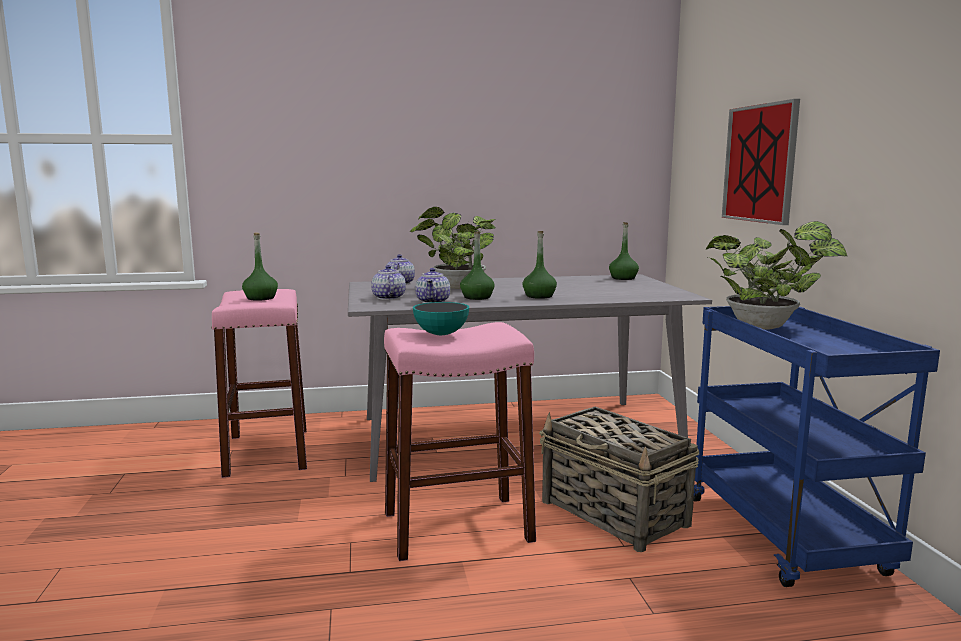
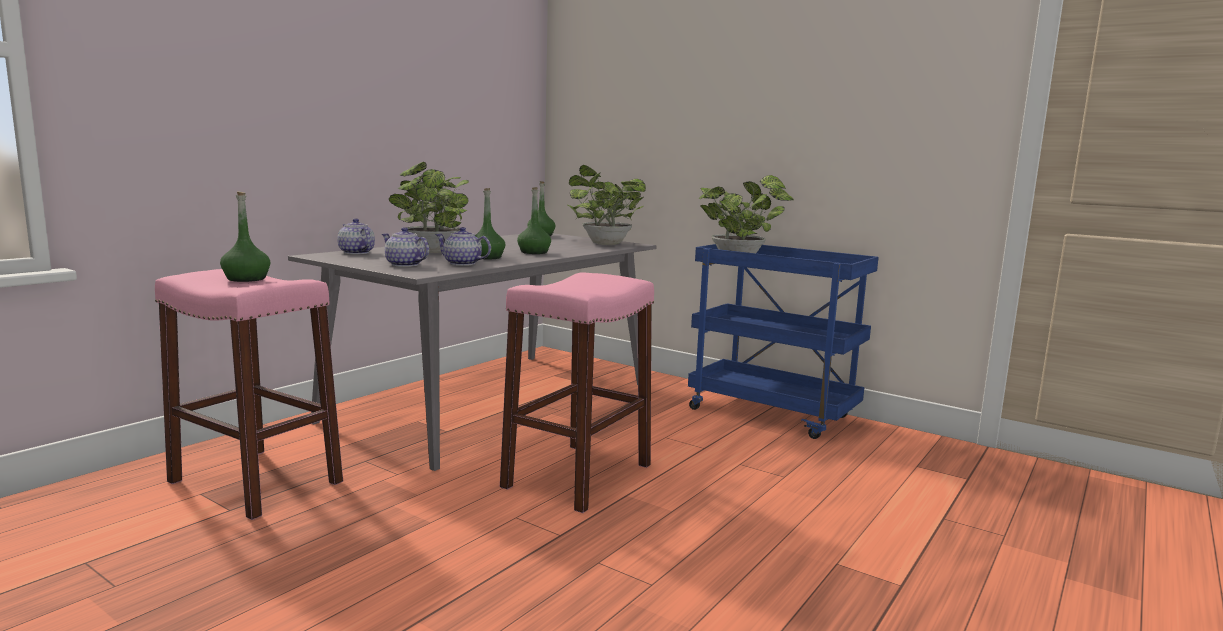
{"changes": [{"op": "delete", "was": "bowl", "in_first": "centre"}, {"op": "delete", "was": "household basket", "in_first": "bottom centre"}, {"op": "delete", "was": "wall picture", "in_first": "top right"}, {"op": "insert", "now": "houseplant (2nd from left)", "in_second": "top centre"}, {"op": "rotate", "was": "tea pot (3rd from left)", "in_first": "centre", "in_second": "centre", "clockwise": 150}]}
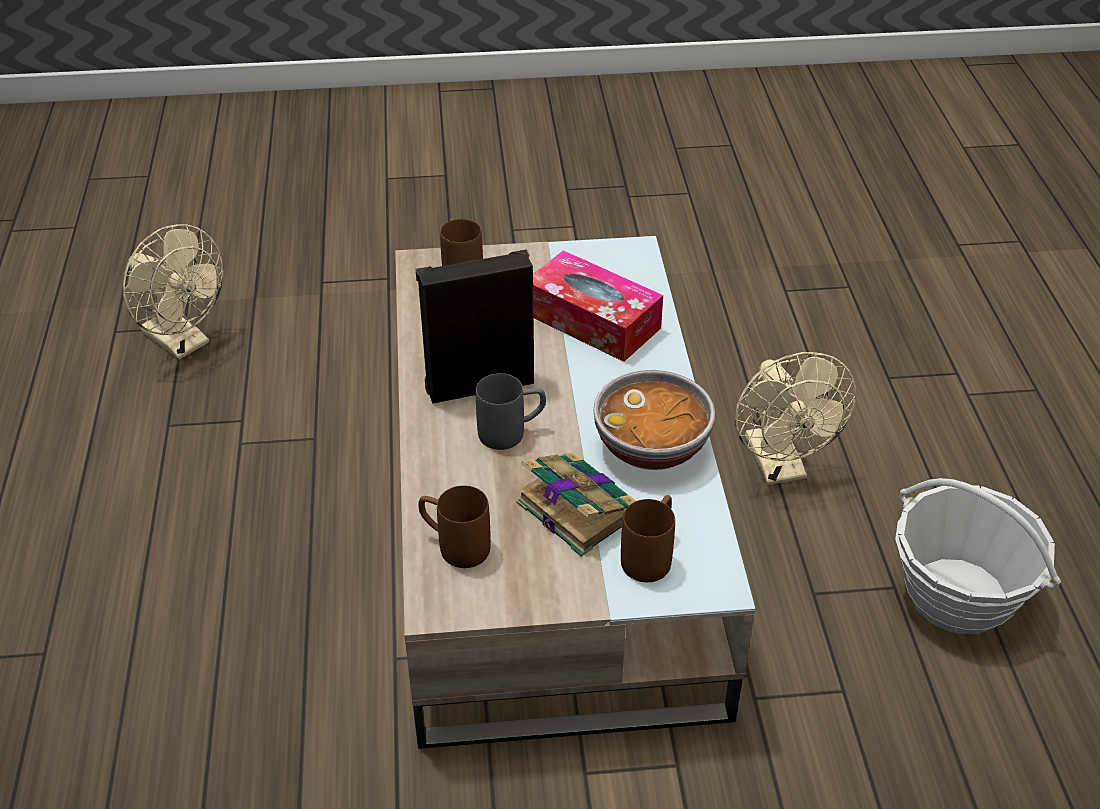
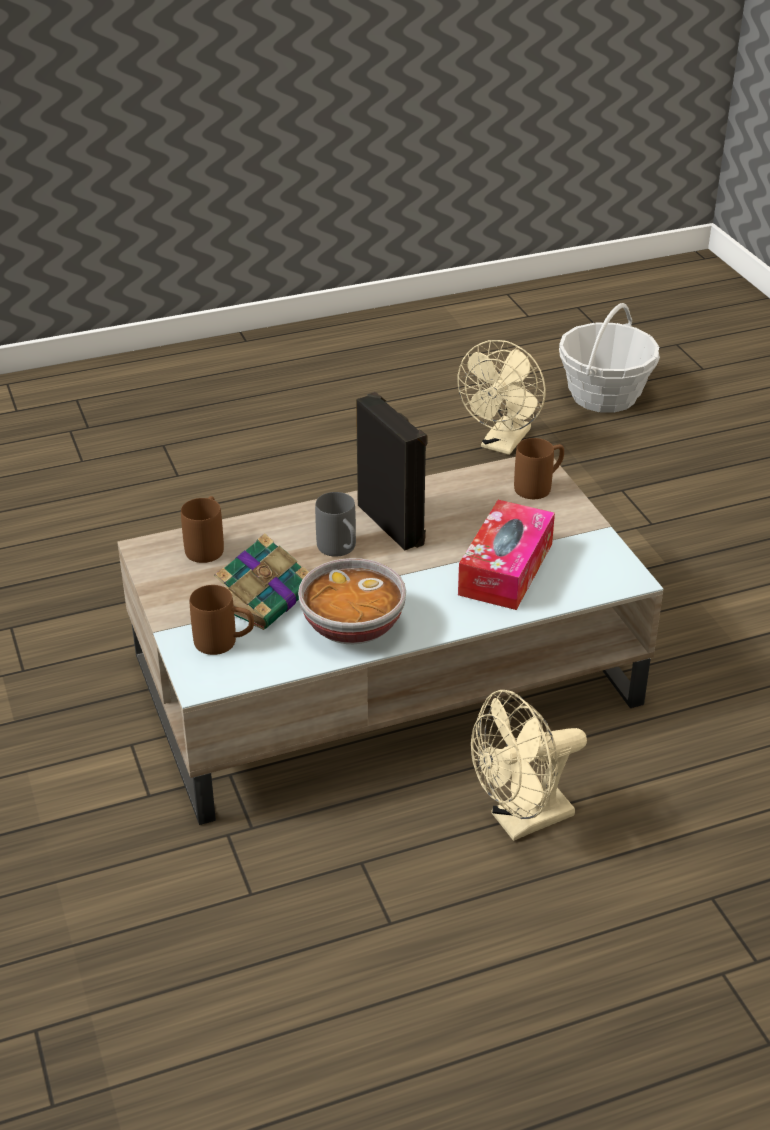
{"changes": [{"op": "move", "was": "household basket", "in_first": "bottom right", "in_second": "top right"}]}
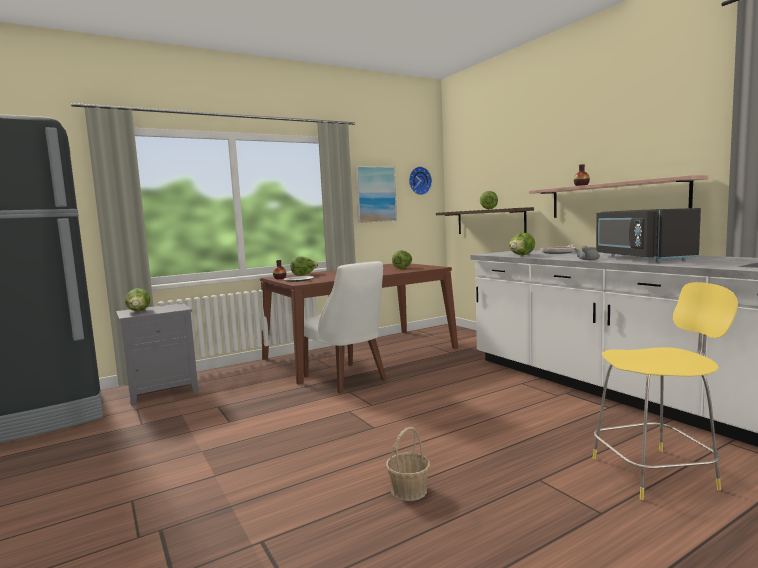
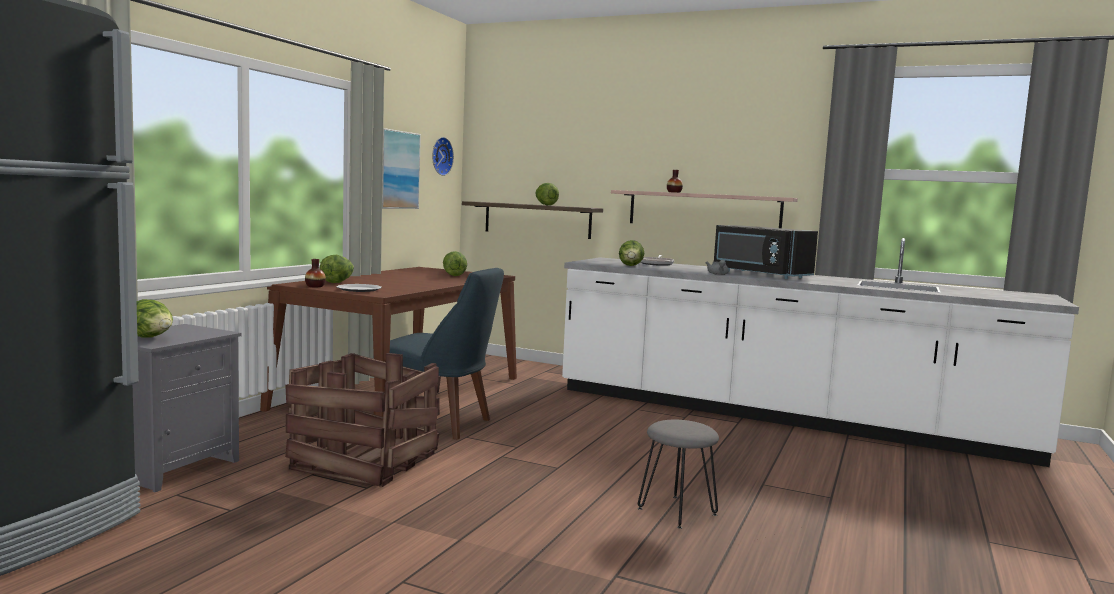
{"changes": [{"op": "delete", "was": "yellow stool", "in_first": "bottom right"}, {"op": "insert", "now": "shipping crate", "in_second": "bottom left"}, {"op": "replace", "was": "household basket", "now": "gray stool", "in_first": "bottom centre", "in_second": "bottom centre"}, {"op": "recolor", "was": "whitish upright chair", "now": "blue upright chair", "in_first": "centre", "in_second": "centre"}]}
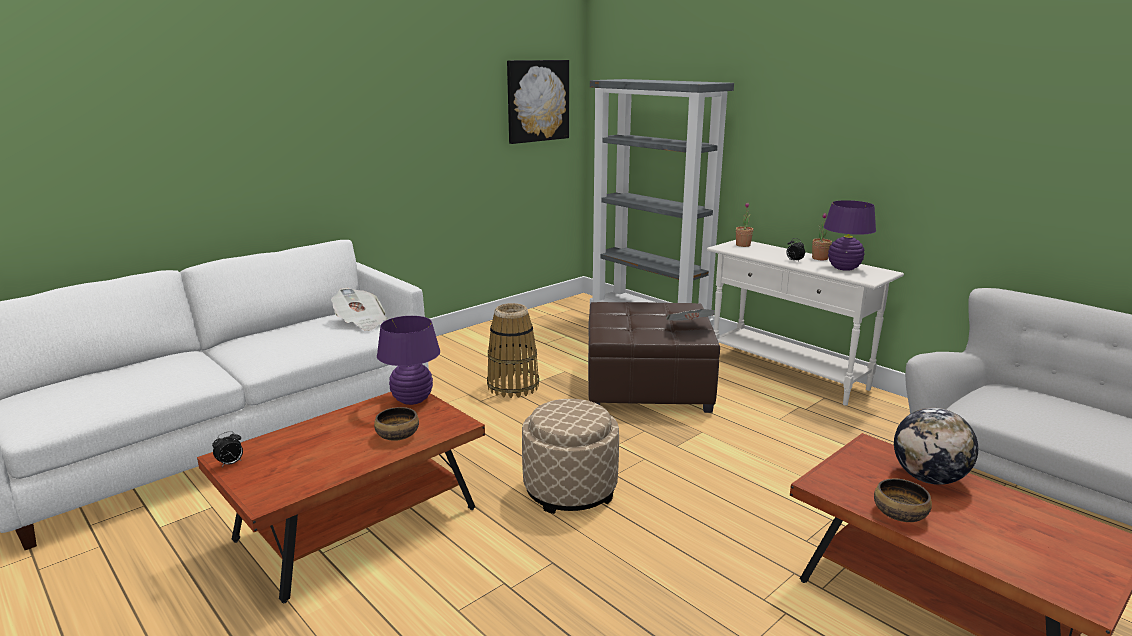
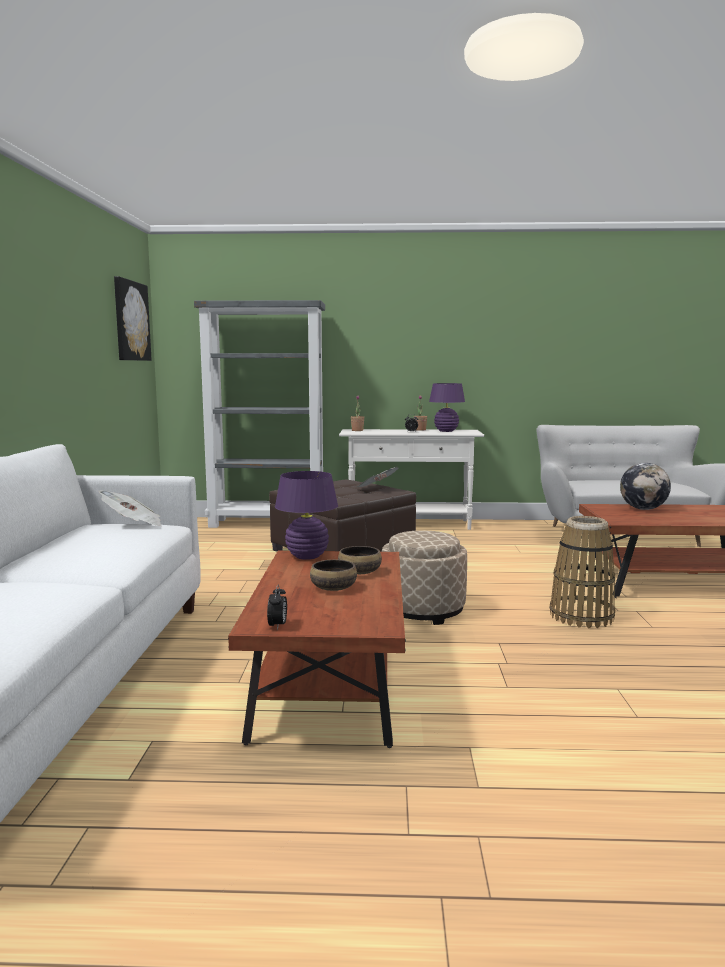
{"changes": [{"op": "move", "was": "household basket", "in_first": "centre", "in_second": "middle right"}, {"op": "move", "was": "bowl (2nd from left in the first image)", "now": "bowl (1st from left)", "in_first": "bottom right", "in_second": "centre"}]}
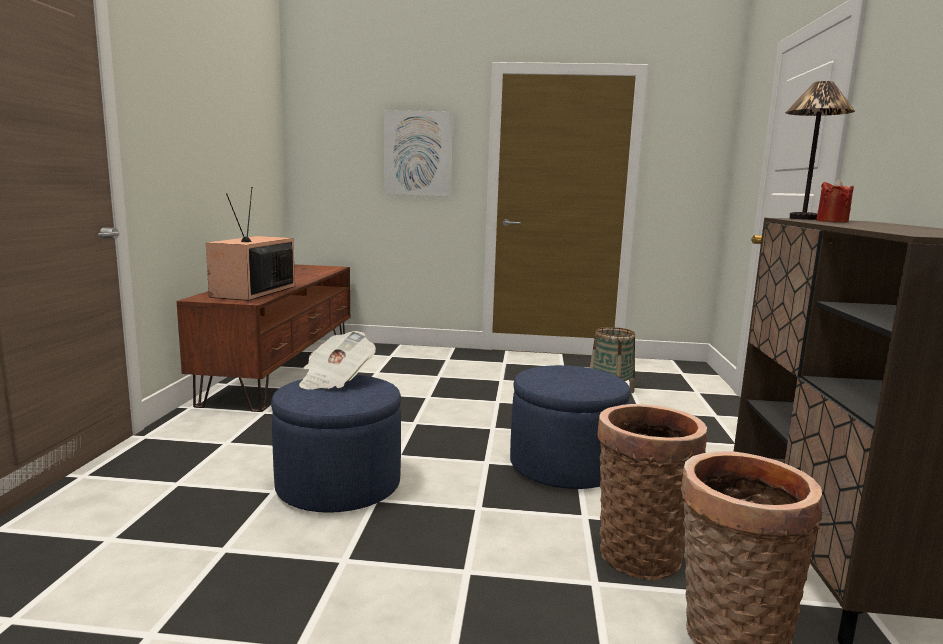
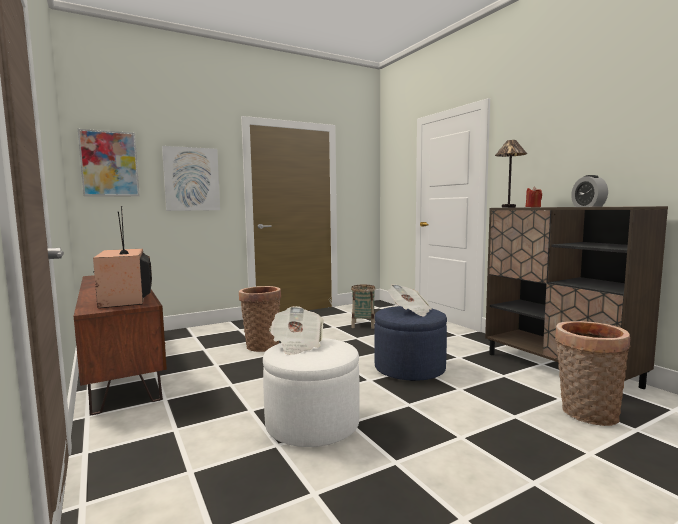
{"changes": [{"op": "insert", "now": "wall picture (1st from left)", "in_second": "top left"}, {"op": "insert", "now": "daily paper (2nd from left)", "in_second": "centre"}, {"op": "insert", "now": "bedside clock", "in_second": "middle right"}, {"op": "move", "was": "household basket (2nd from left in the first image)", "now": "household basket (1st from left)", "in_first": "bottom right", "in_second": "centre"}, {"op": "recolor", "was": "blue footrest (1st from left)", "now": "whitish footrest", "in_first": "bottom centre", "in_second": "bottom centre"}]}
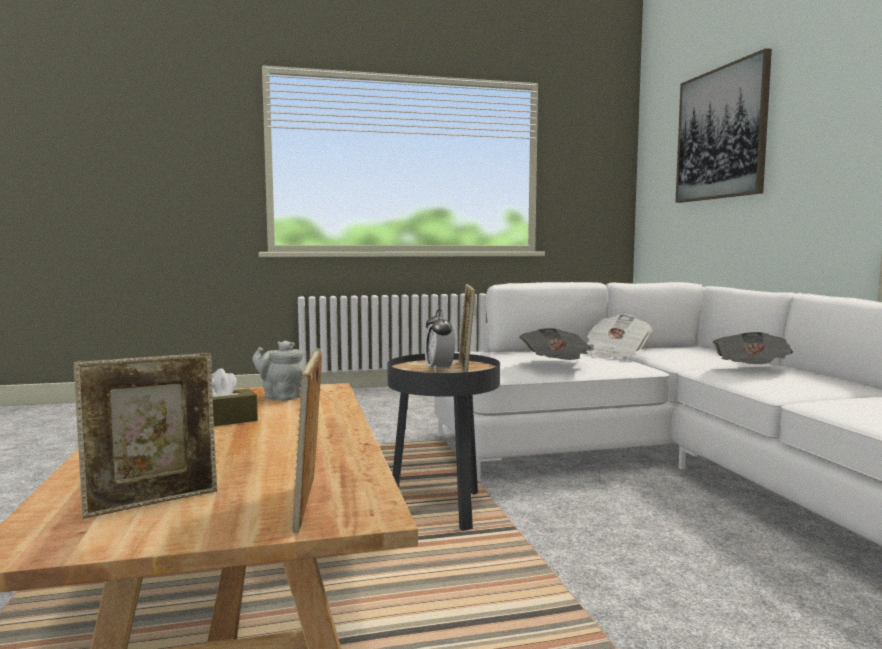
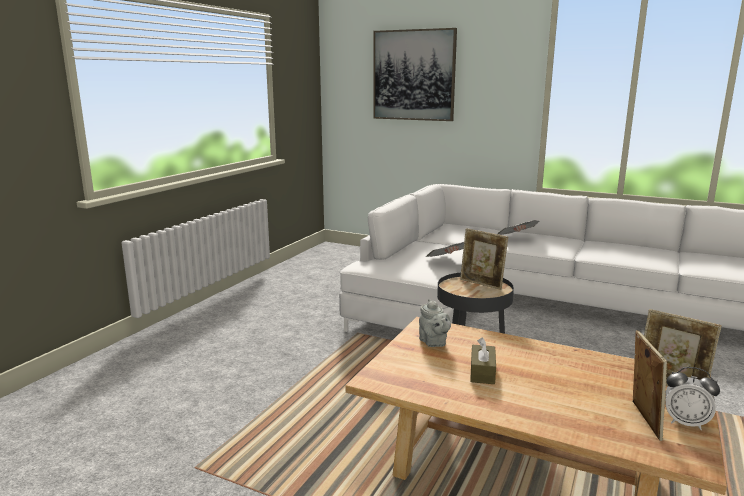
{"changes": [{"op": "delete", "was": "daily paper (2nd from left)", "in_first": "middle right"}, {"op": "move", "was": "bedside clock", "in_first": "centre", "in_second": "bottom right"}, {"op": "rotate", "was": "gray tea pot", "in_first": "middle left", "in_second": "centre", "clockwise": -90}]}
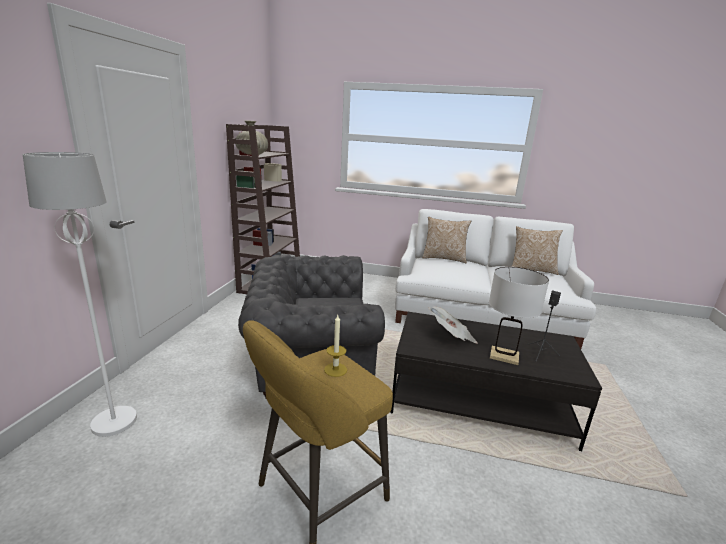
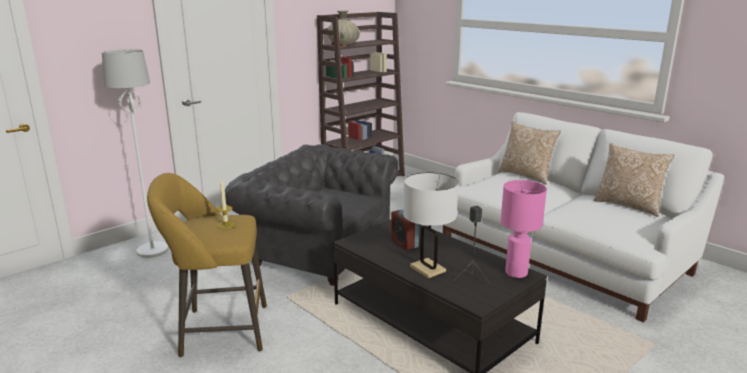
{"changes": [{"op": "insert", "now": "pink table lamp", "in_second": "middle right"}, {"op": "replace", "was": "daily paper", "now": "bedside clock", "in_first": "centre", "in_second": "centre"}]}
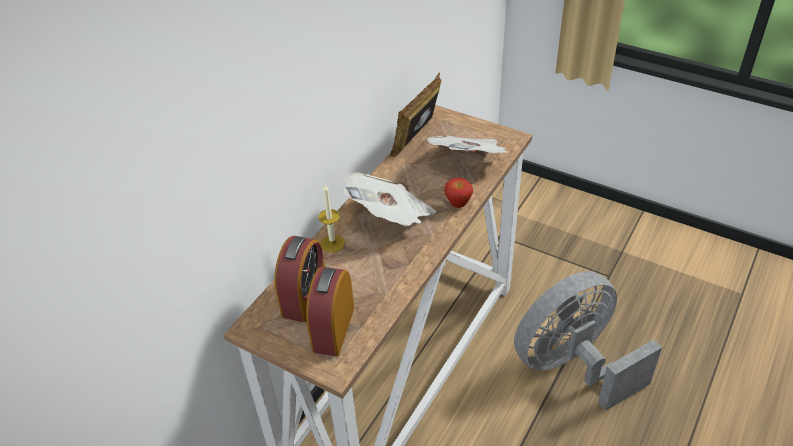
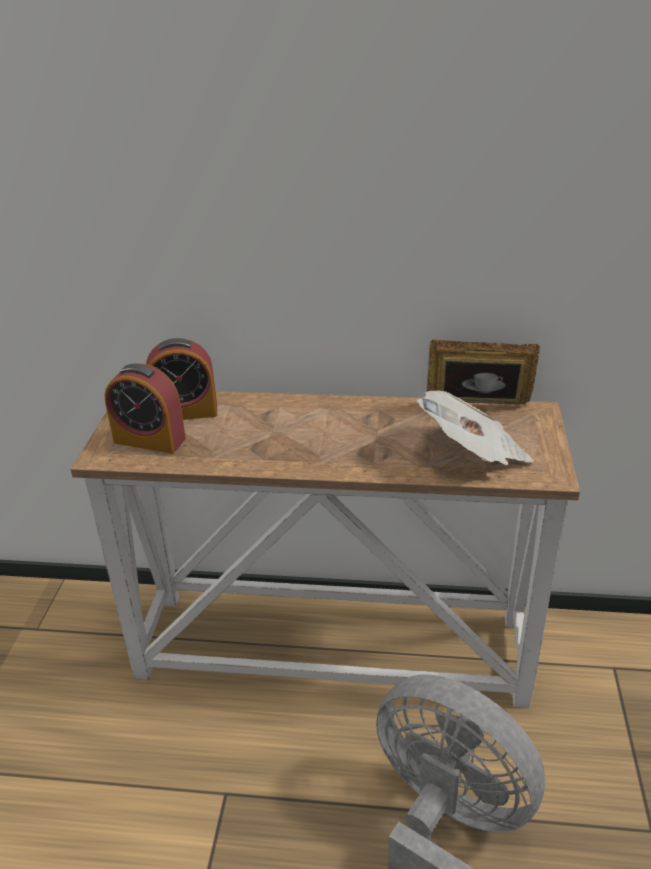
{"changes": [{"op": "delete", "was": "wax light", "in_first": "centre"}, {"op": "delete", "was": "daily paper (1st from left)", "in_first": "centre"}, {"op": "delete", "was": "apple", "in_first": "centre"}, {"op": "rotate", "was": "bedside clock (2nd from left in the first image)", "in_first": "bottom centre", "in_second": "middle left", "clockwise": -150}]}
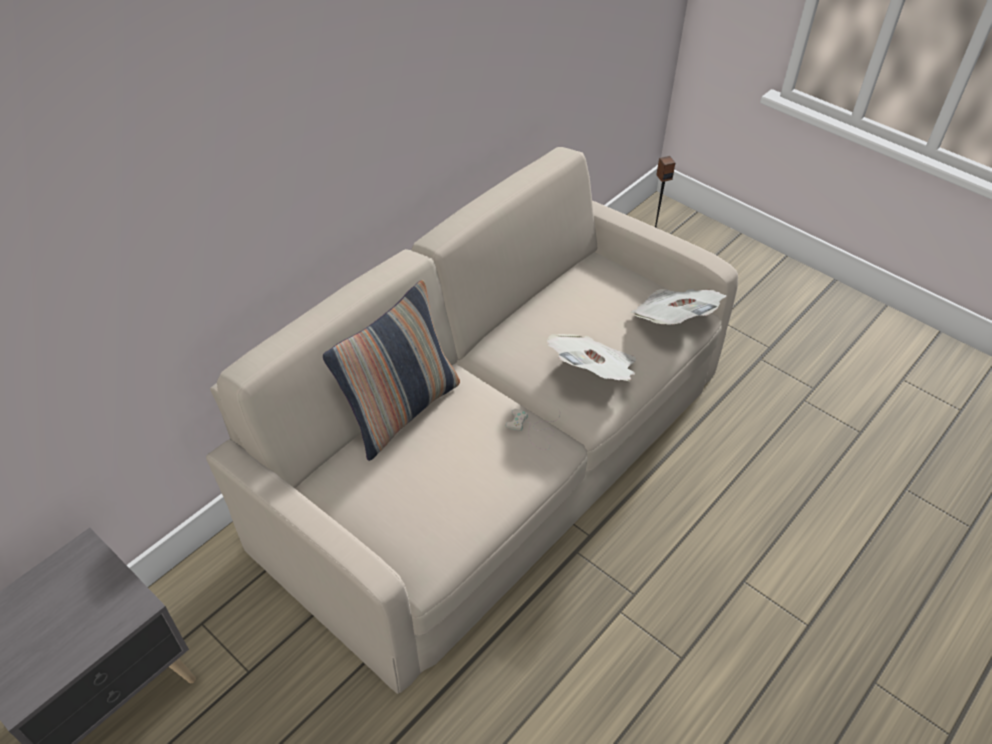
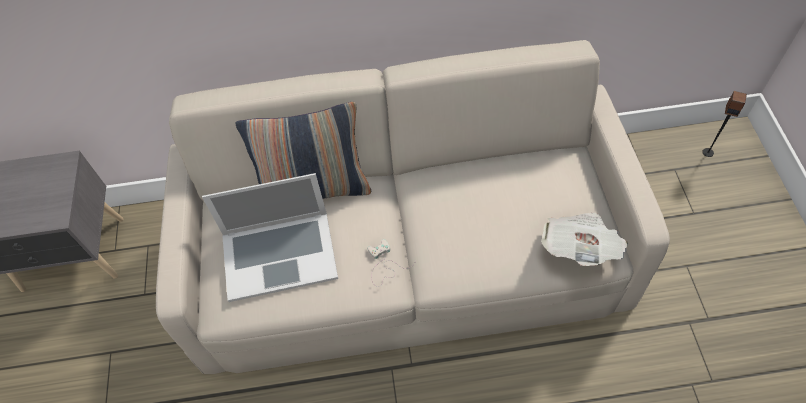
{"changes": [{"op": "delete", "was": "daily paper (1st from left)", "in_first": "centre"}, {"op": "insert", "now": "portable computer", "in_second": "centre"}]}
